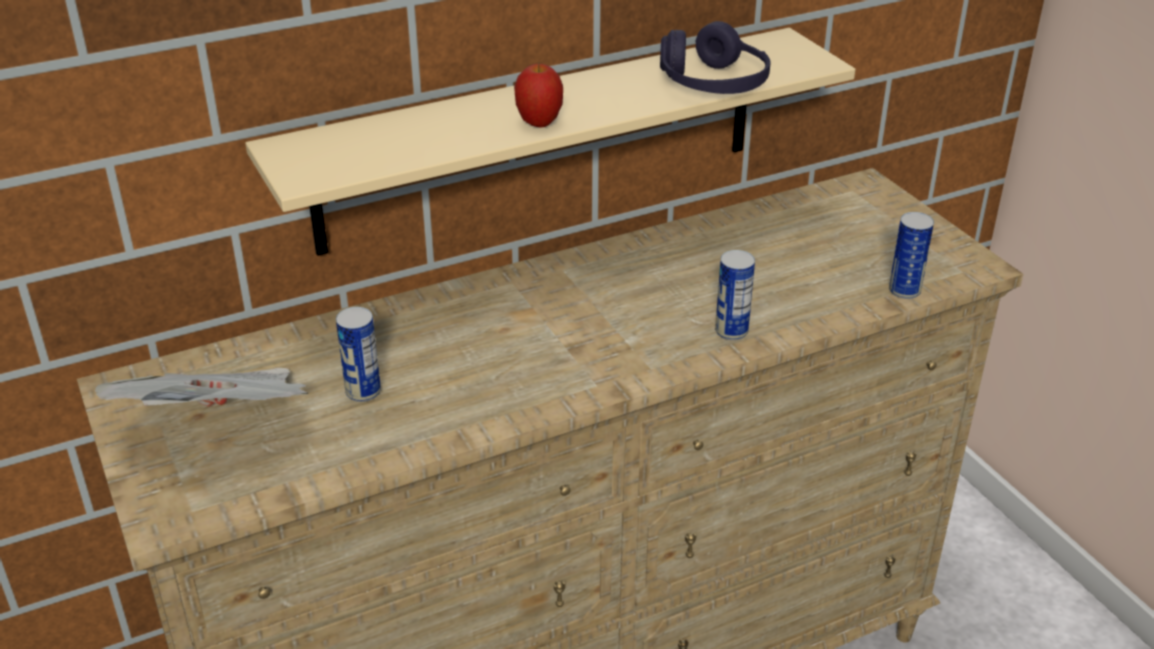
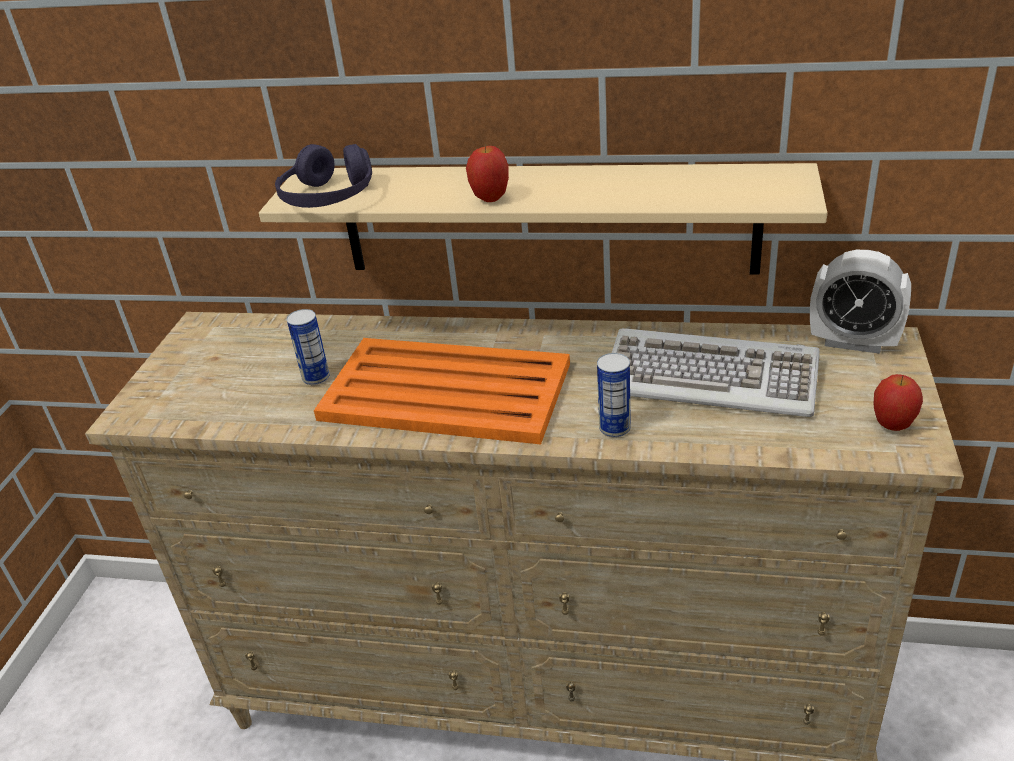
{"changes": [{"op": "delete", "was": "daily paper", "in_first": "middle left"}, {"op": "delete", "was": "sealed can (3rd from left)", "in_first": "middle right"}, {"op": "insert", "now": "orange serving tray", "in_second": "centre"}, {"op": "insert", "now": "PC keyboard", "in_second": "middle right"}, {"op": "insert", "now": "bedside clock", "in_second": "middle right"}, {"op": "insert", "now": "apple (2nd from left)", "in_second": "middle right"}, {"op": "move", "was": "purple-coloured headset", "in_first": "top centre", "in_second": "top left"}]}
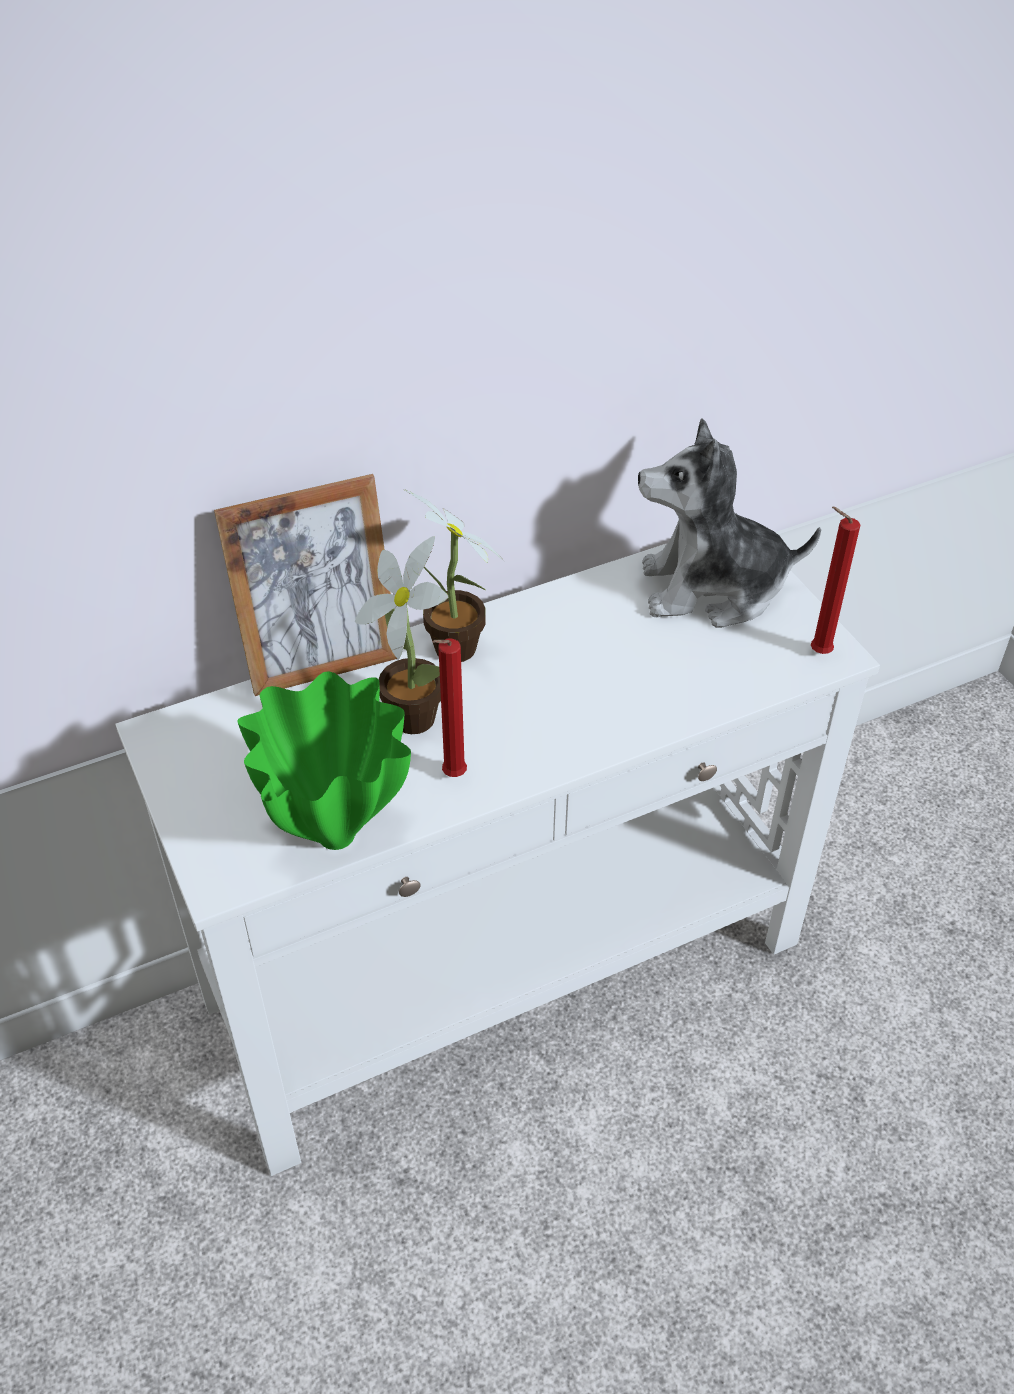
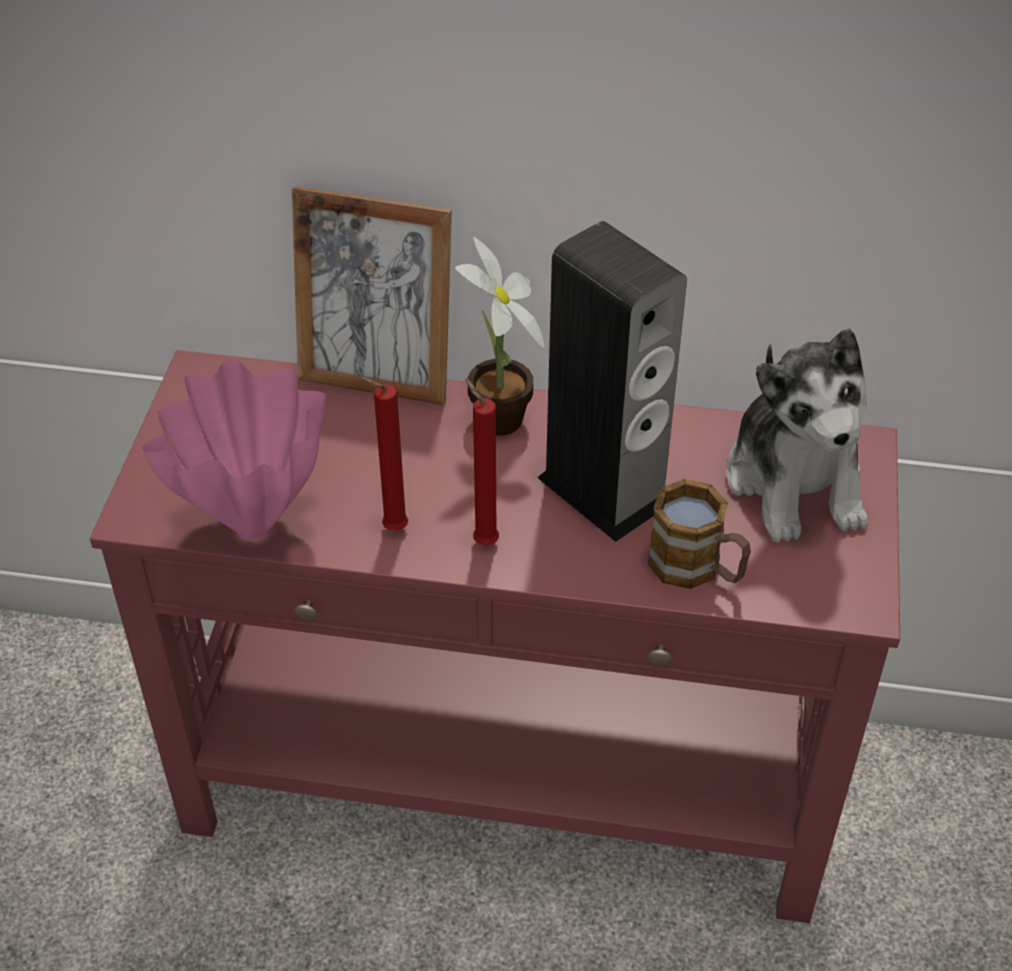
{"changes": [{"op": "delete", "was": "houseplant (1st from left)", "in_first": "centre"}, {"op": "insert", "now": "audio speaker", "in_second": "centre"}, {"op": "insert", "now": "coffee mug", "in_second": "middle right"}, {"op": "move", "was": "red wax light (2nd from left)", "in_first": "middle right", "in_second": "centre"}, {"op": "recolor", "was": "whitish console table", "now": "red console table", "in_first": "centre", "in_second": "centre"}, {"op": "recolor", "was": "greenish decorative vase", "now": "pink decorative vase", "in_first": "middle left", "in_second": "middle left"}, {"op": "rotate", "was": "cuddly toy", "in_first": "middle right", "in_second": "middle right", "clockwise": -135}]}
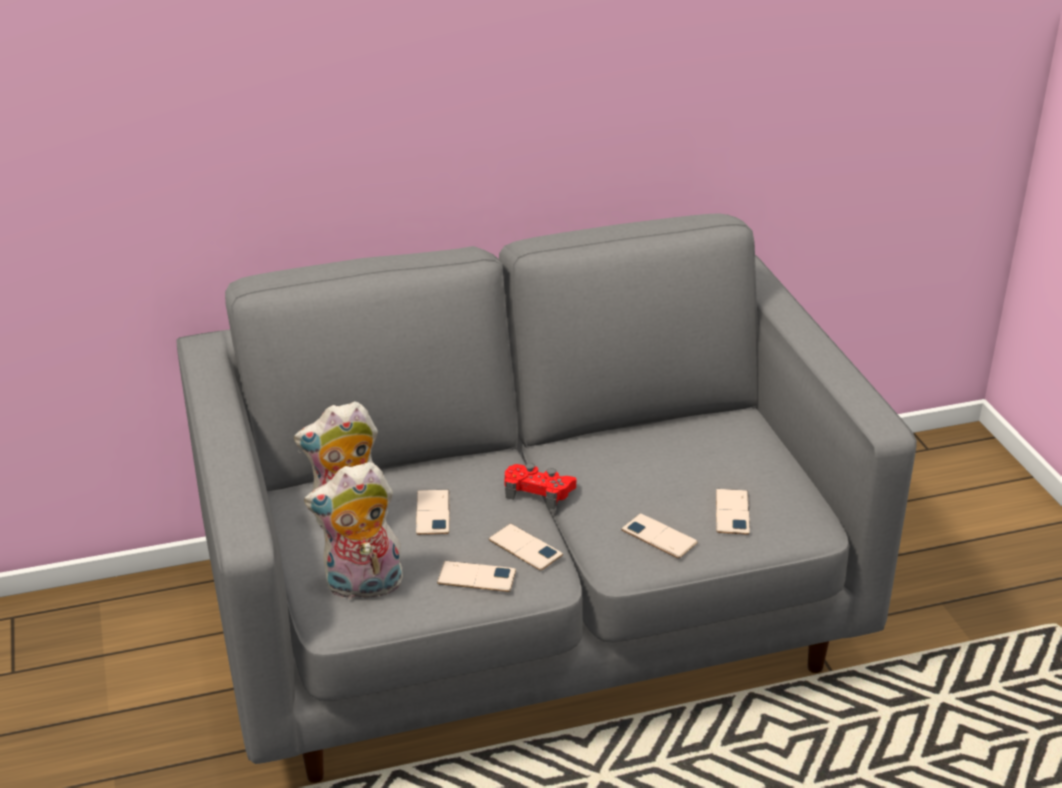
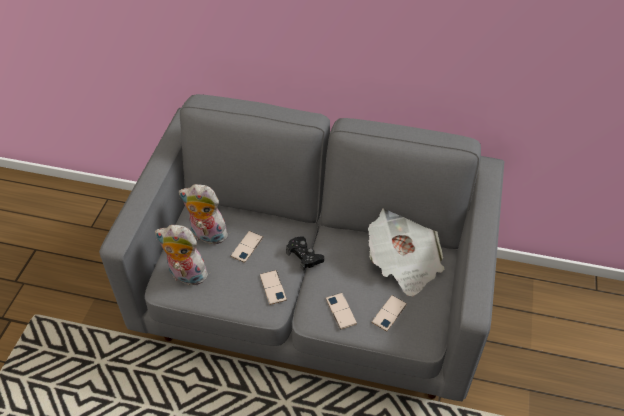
{"changes": [{"op": "delete", "was": "telephone (2nd from left)", "in_first": "bottom centre"}, {"op": "insert", "now": "daily paper", "in_second": "centre"}, {"op": "recolor", "was": "red gamepad", "now": "black-coloured gamepad", "in_first": "centre", "in_second": "centre"}]}
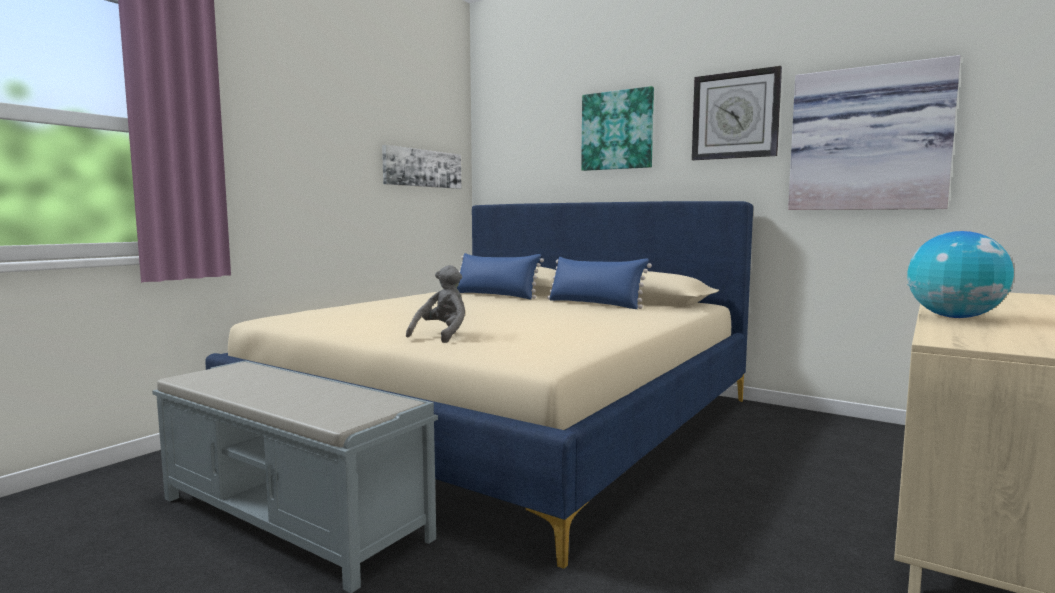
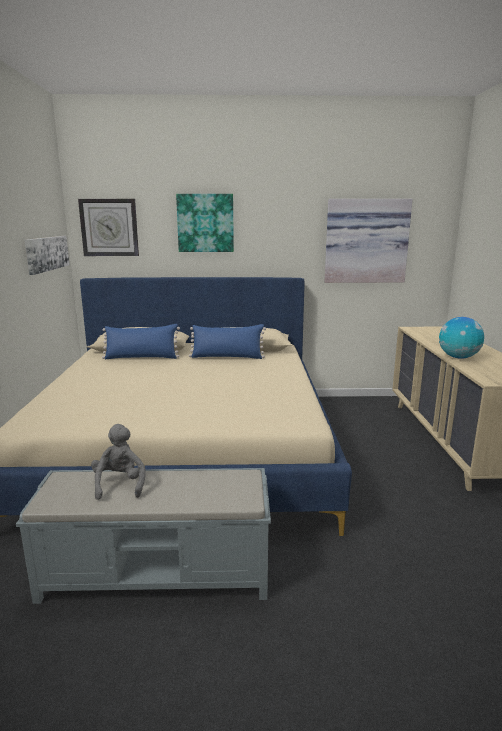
{"changes": [{"op": "move", "was": "gray cuddly toy", "in_first": "centre", "in_second": "middle left"}, {"op": "move", "was": "hanging clock", "in_first": "top right", "in_second": "top left"}]}
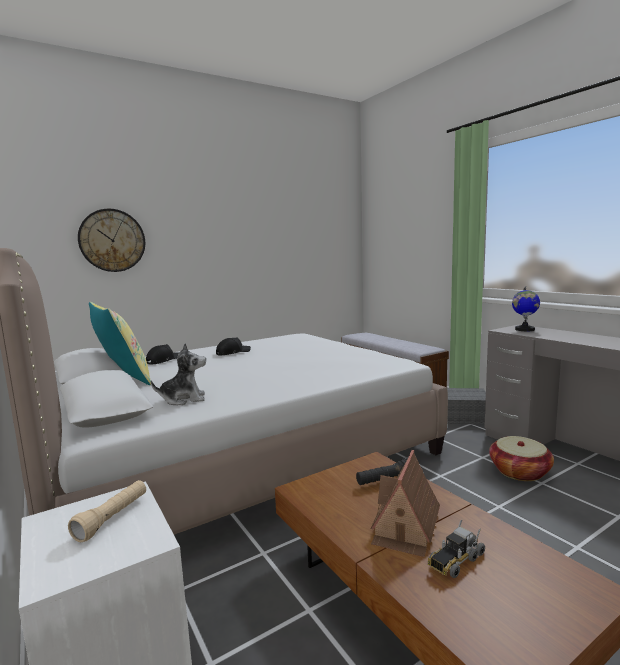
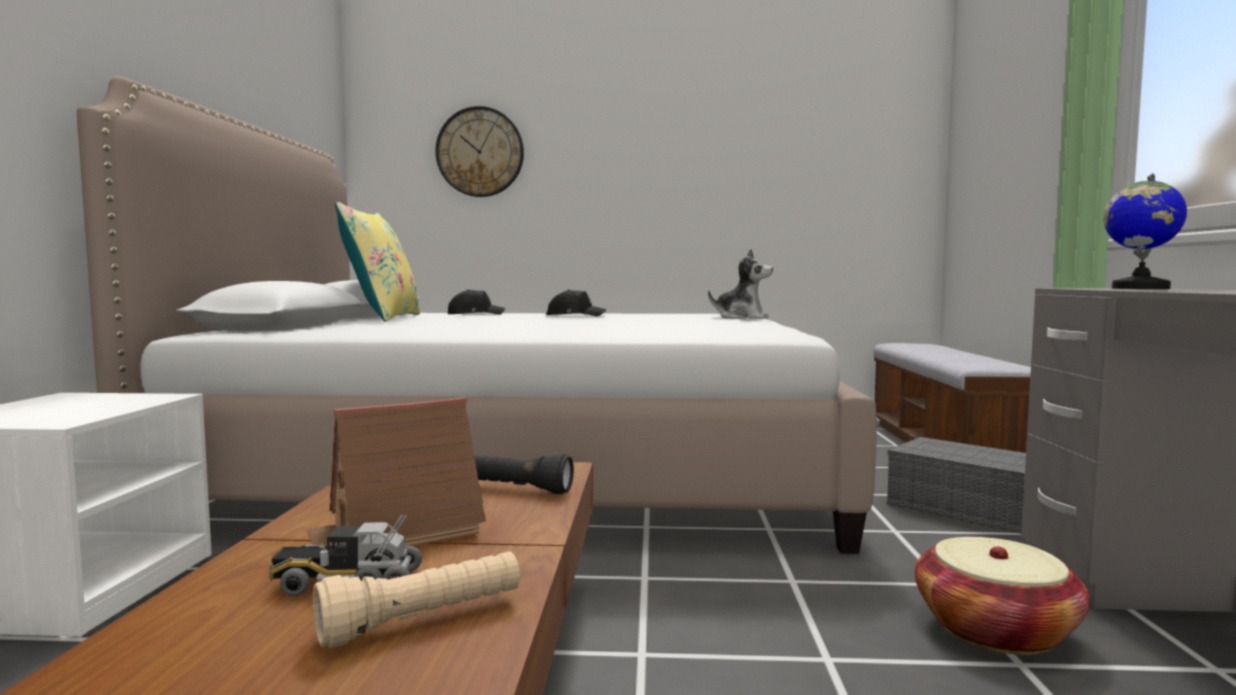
{"changes": [{"op": "move", "was": "beige-coloured flashlight", "in_first": "bottom left", "in_second": "bottom centre"}, {"op": "move", "was": "cuddly toy", "in_first": "middle left", "in_second": "centre"}]}
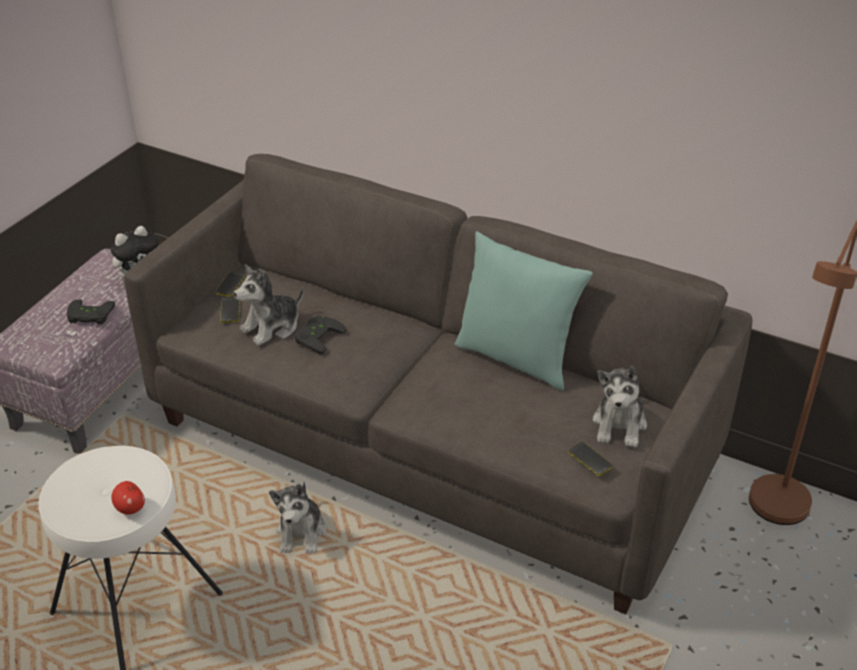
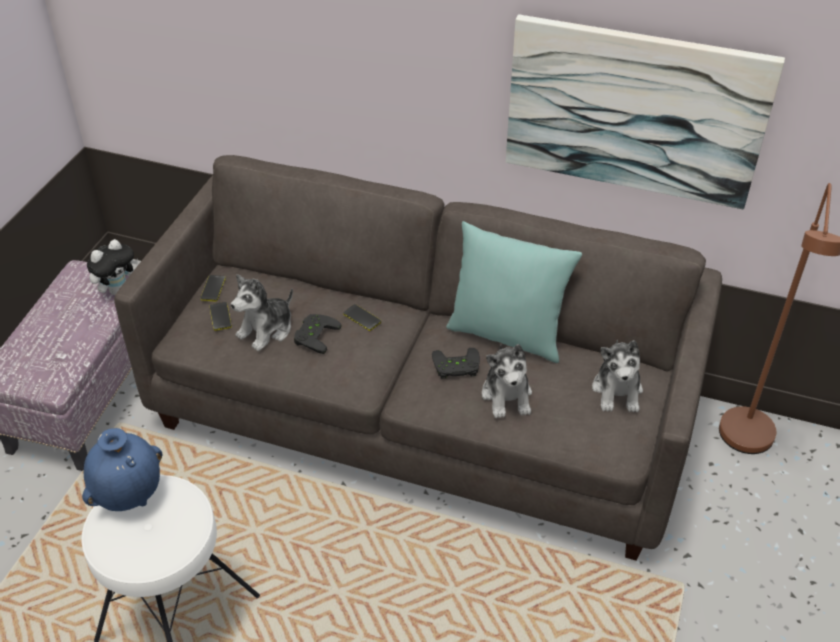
{"changes": [{"op": "delete", "was": "apple", "in_first": "bottom left"}, {"op": "insert", "now": "blue decorative vase", "in_second": "bottom left"}, {"op": "insert", "now": "wall picture", "in_second": "top right"}, {"op": "move", "was": "black-coloured gamepad (1st from left in the first image)", "now": "black-coloured gamepad (2nd from left)", "in_first": "middle left", "in_second": "centre"}, {"op": "move", "was": "cuddly toy (3rd from left)", "in_first": "bottom centre", "in_second": "centre"}, {"op": "move", "was": "telephone (3rd from left)", "in_first": "bottom right", "in_second": "centre"}]}
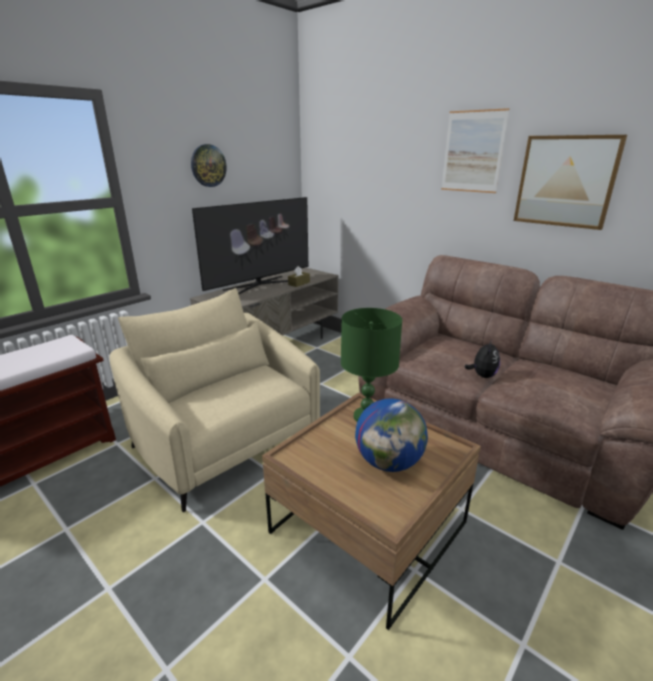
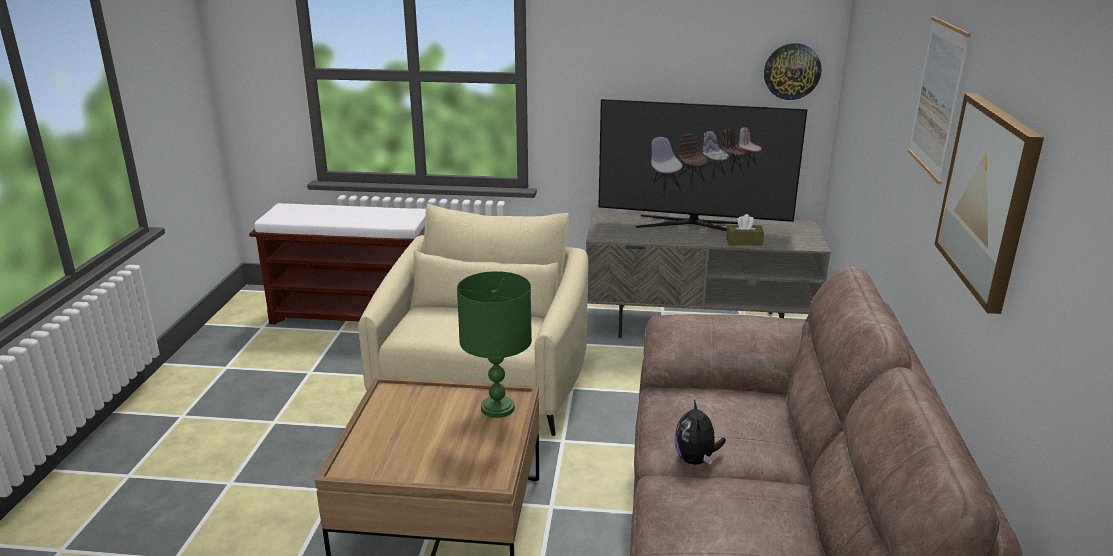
{"changes": [{"op": "delete", "was": "desk globe", "in_first": "centre"}, {"op": "move", "was": "hanging clock", "in_first": "top left", "in_second": "top right"}, {"op": "rotate", "was": "cuddly toy", "in_first": "middle right", "in_second": "bottom centre", "clockwise": 105}]}
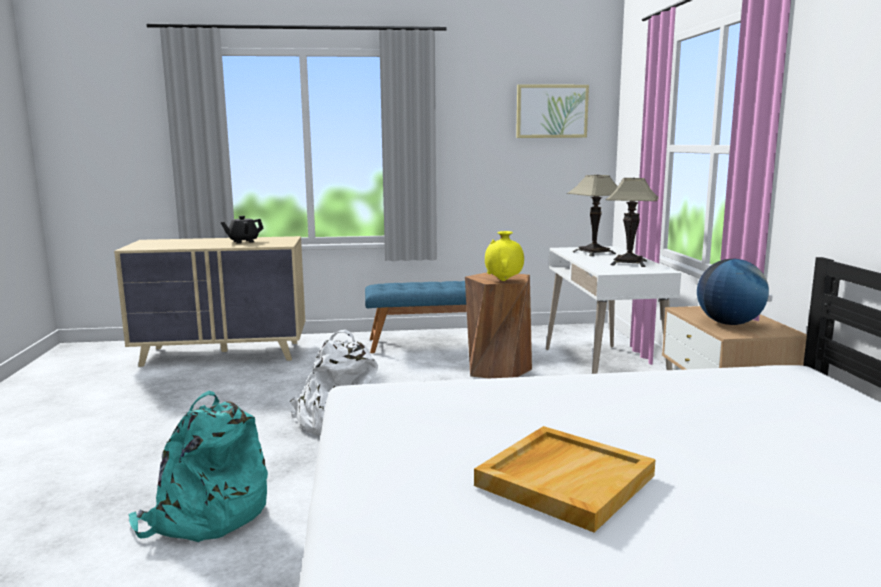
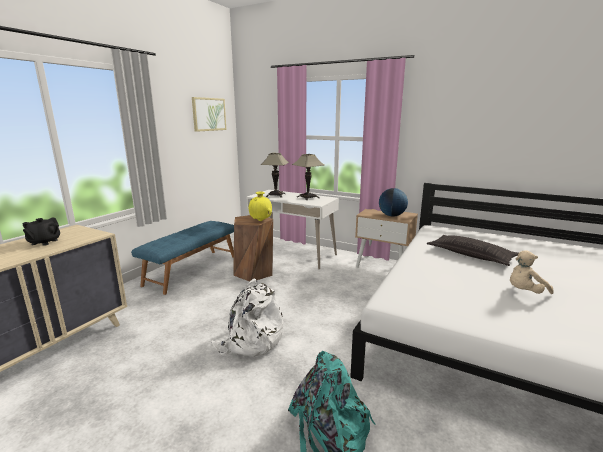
{"changes": [{"op": "insert", "now": "cushion", "in_second": "middle right"}, {"op": "replace", "was": "beige-coloured serving tray", "now": "beige-coloured cuddly toy", "in_first": "bottom centre", "in_second": "middle right"}]}
